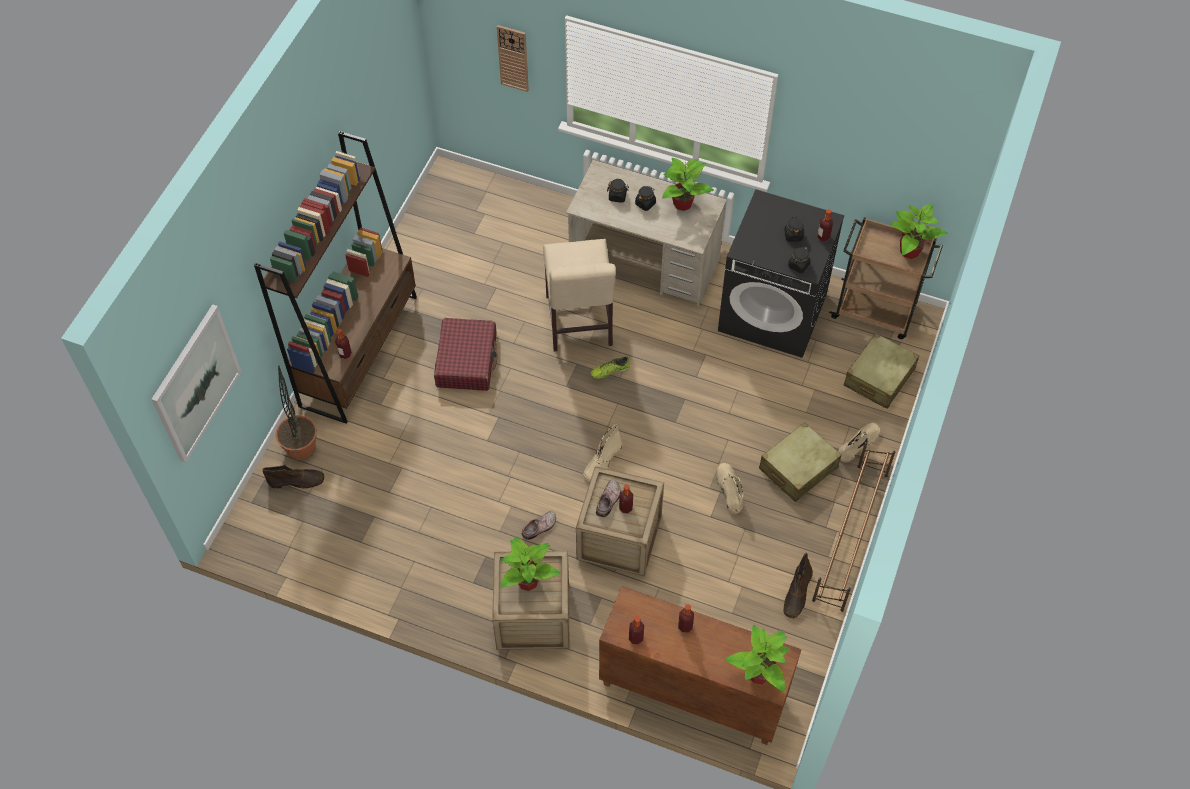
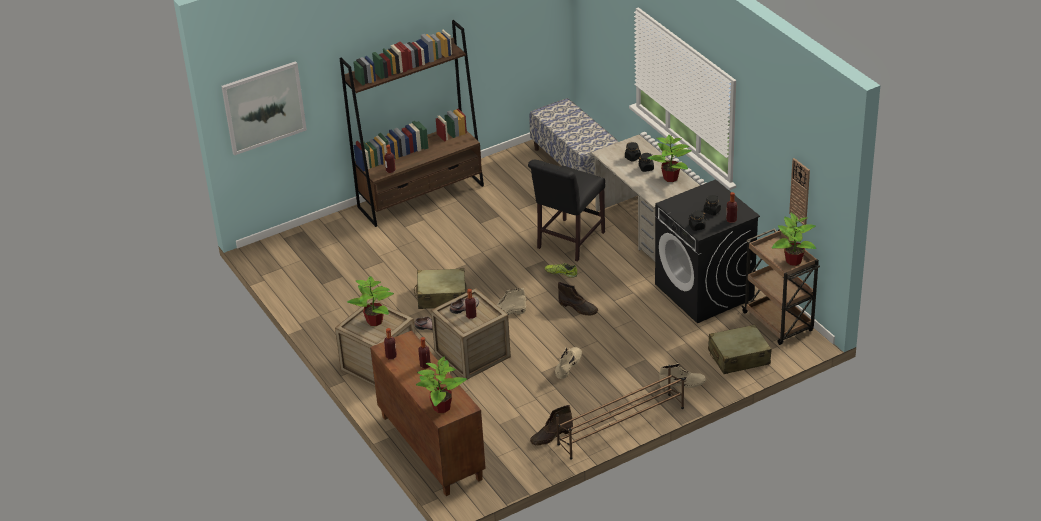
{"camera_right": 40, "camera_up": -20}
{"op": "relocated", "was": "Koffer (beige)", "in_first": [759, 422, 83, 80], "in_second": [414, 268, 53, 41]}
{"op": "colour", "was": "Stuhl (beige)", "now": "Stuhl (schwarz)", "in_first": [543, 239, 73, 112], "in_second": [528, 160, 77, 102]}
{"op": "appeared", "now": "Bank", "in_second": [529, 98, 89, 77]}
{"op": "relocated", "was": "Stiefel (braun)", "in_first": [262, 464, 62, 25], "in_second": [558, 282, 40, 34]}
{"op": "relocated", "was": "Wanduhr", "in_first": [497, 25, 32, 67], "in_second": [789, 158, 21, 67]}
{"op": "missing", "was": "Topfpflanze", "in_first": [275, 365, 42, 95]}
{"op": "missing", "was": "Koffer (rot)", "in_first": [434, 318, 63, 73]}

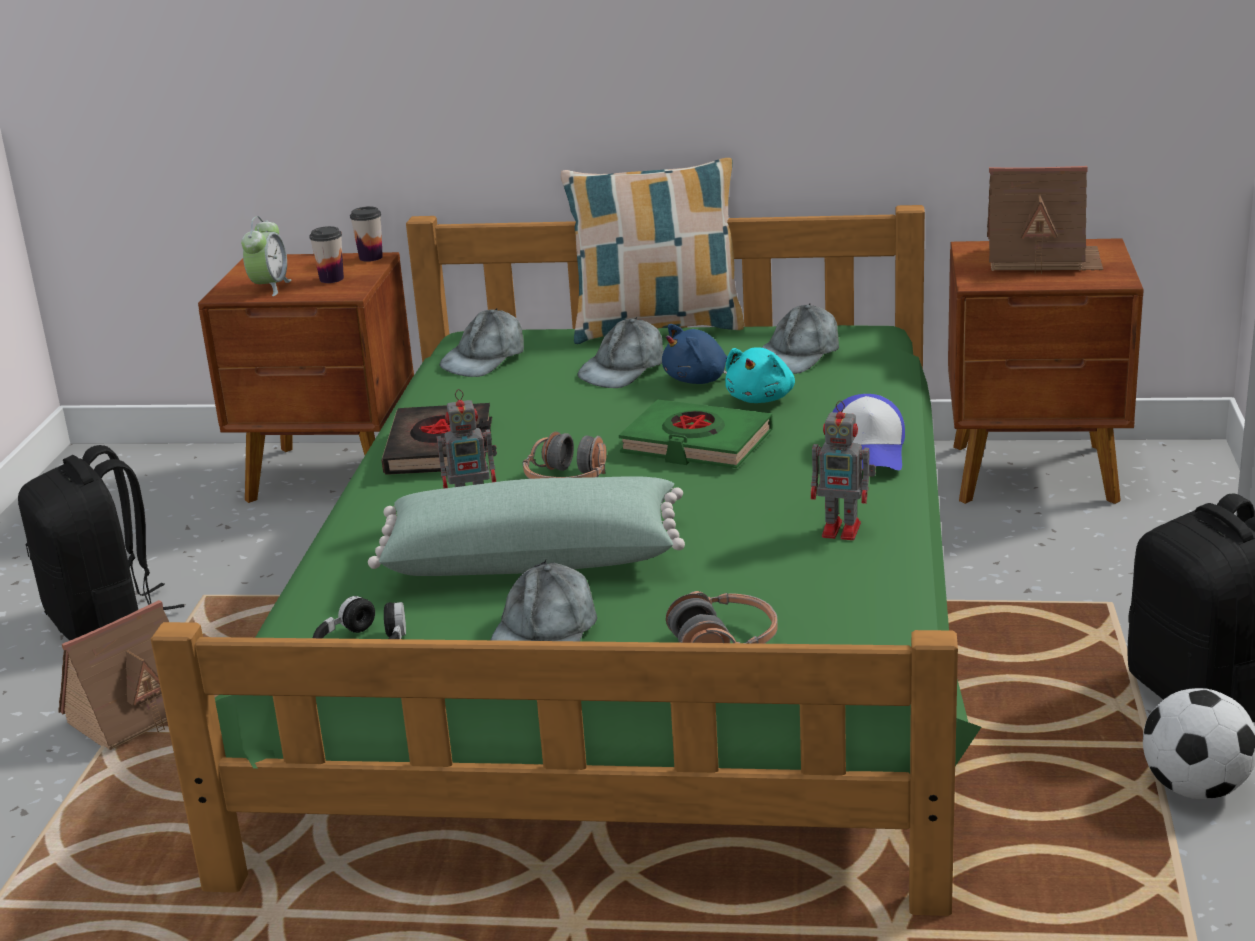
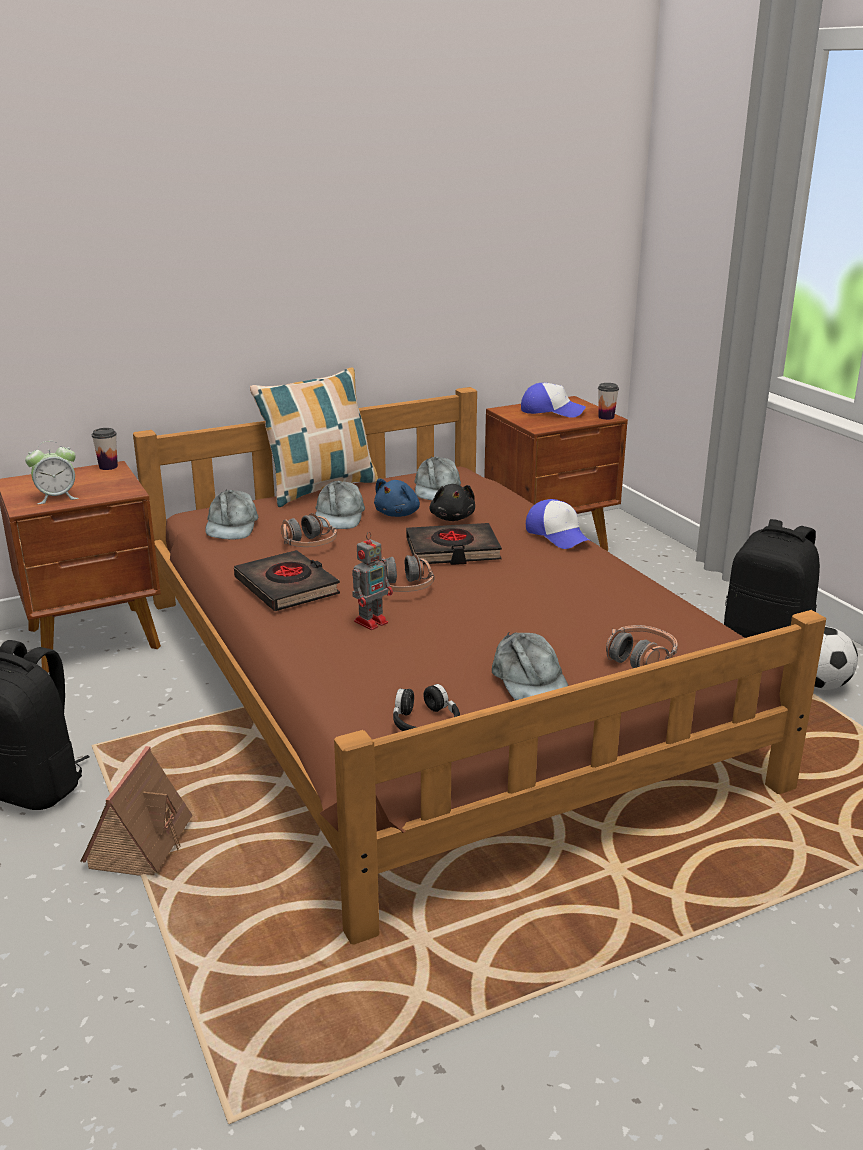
{"camera_right": -35, "camera_up": 0}
{"op": "spun", "was": "Wecker", "in_first": [241, 216, 51, 80], "in_second": [25, 441, 54, 63], "clockwise": 90}
{"op": "colour", "was": "Bett (grün)", "now": "Bett (braun)", "in_first": [151, 205, 830, 711], "in_second": [133, 387, 693, 558]}
{"op": "appeared", "now": "Kopfhörer", "in_second": [281, 513, 56, 34]}
{"op": "colour", "was": "Buch (grün)", "now": "Buch (schwarz)", "in_first": [619, 399, 154, 69], "in_second": [406, 523, 96, 42]}
{"op": "colour", "was": "Plüschtier (türkis)", "now": "Plüschtier (schwarz)", "in_first": [725, 347, 70, 56], "in_second": [430, 484, 45, 37]}
{"op": "exchanged", "was": "Spielzeughaus", "now": "Kappe", "in_first": [987, 166, 116, 108], "in_second": [521, 383, 65, 35]}
{"op": "relocated", "was": "Tasse", "in_first": [309, 226, 35, 57], "in_second": [598, 383, 21, 37]}
{"op": "missing", "was": "Kissen (grün)", "in_first": [368, 476, 317, 100]}
{"op": "missing", "was": "Spielzeugroboter", "in_first": [811, 400, 65, 140]}

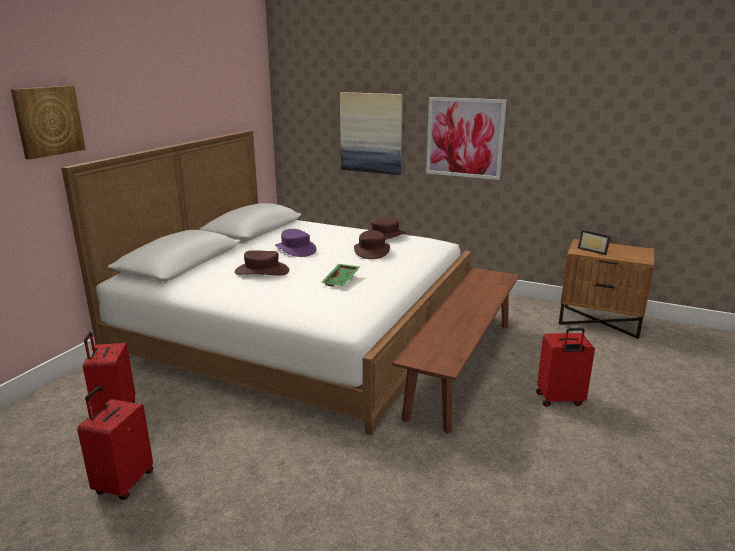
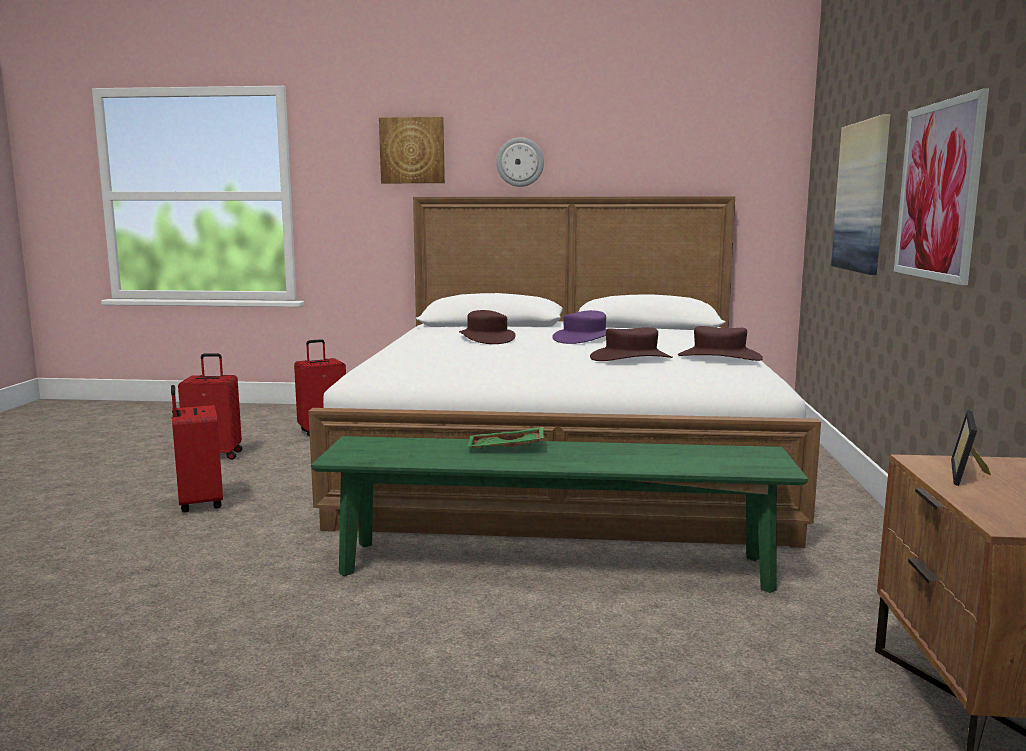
{"camera_right": 70, "camera_up": -10}
{"op": "relocated", "was": "Koffer (rot)", "in_first": [536, 328, 59, 79], "in_second": [171, 385, 52, 127]}
{"op": "colour", "was": "Bank (braun)", "now": "Bank (grün)", "in_first": [392, 268, 127, 166], "in_second": [311, 436, 497, 157]}
{"op": "relocated", "was": "Tablett (grün)", "in_first": [321, 264, 39, 23], "in_second": [467, 427, 77, 21]}
{"op": "appeared", "now": "Wanduhr", "in_second": [496, 137, 48, 50]}

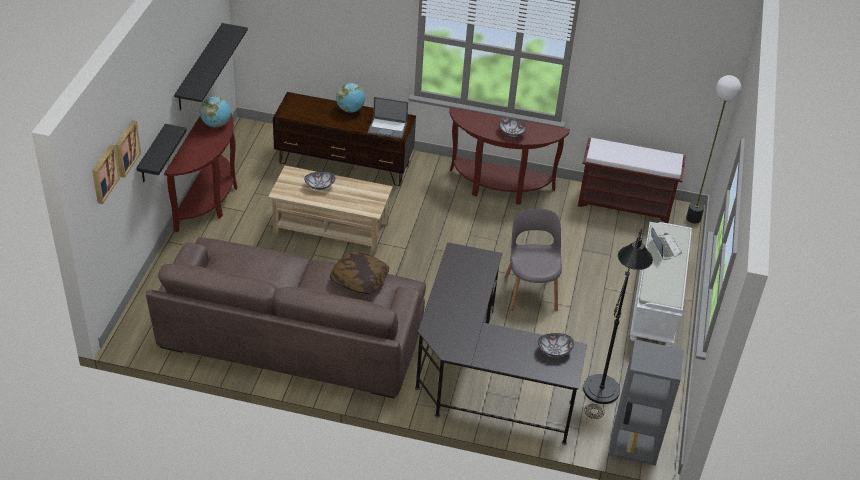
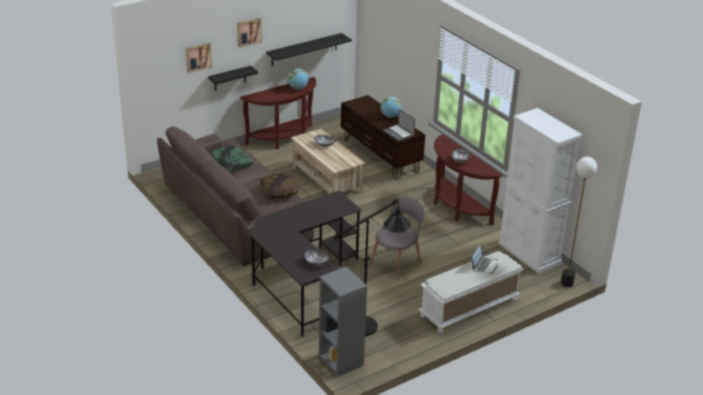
{"camera_right": 45, "camera_up": -10}
{"op": "appeared", "now": "Kissen", "in_second": [210, 145, 43, 27]}
{"op": "relocated", "was": "Bild", "in_first": [92, 145, 28, 59], "in_second": [237, 18, 25, 30]}
{"op": "exchanged", "was": "Bank (braun)", "now": "Schrank (weiß)", "in_first": [578, 138, 108, 85], "in_second": [498, 108, 84, 166]}

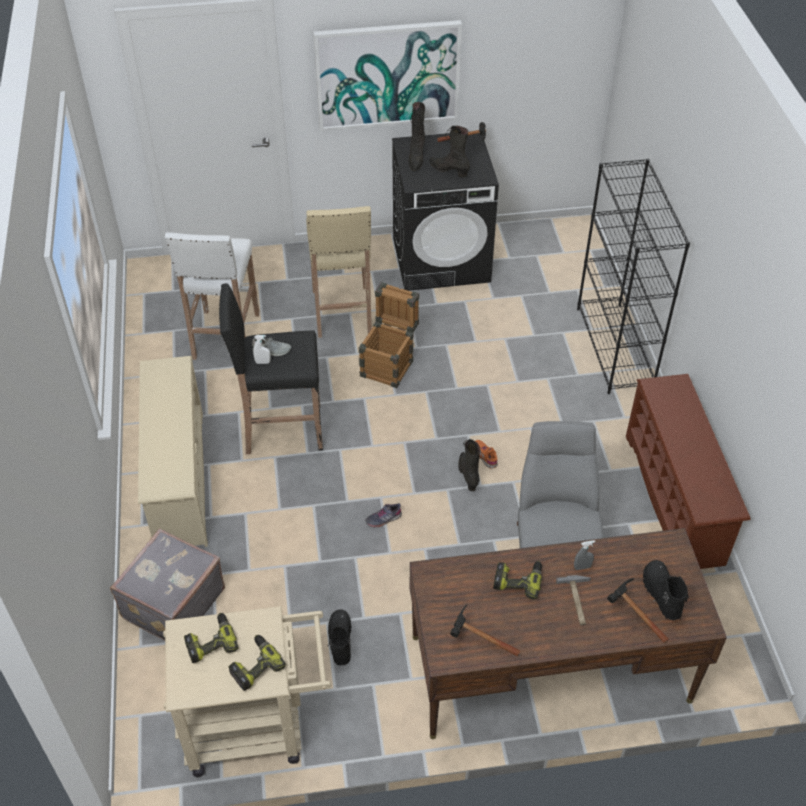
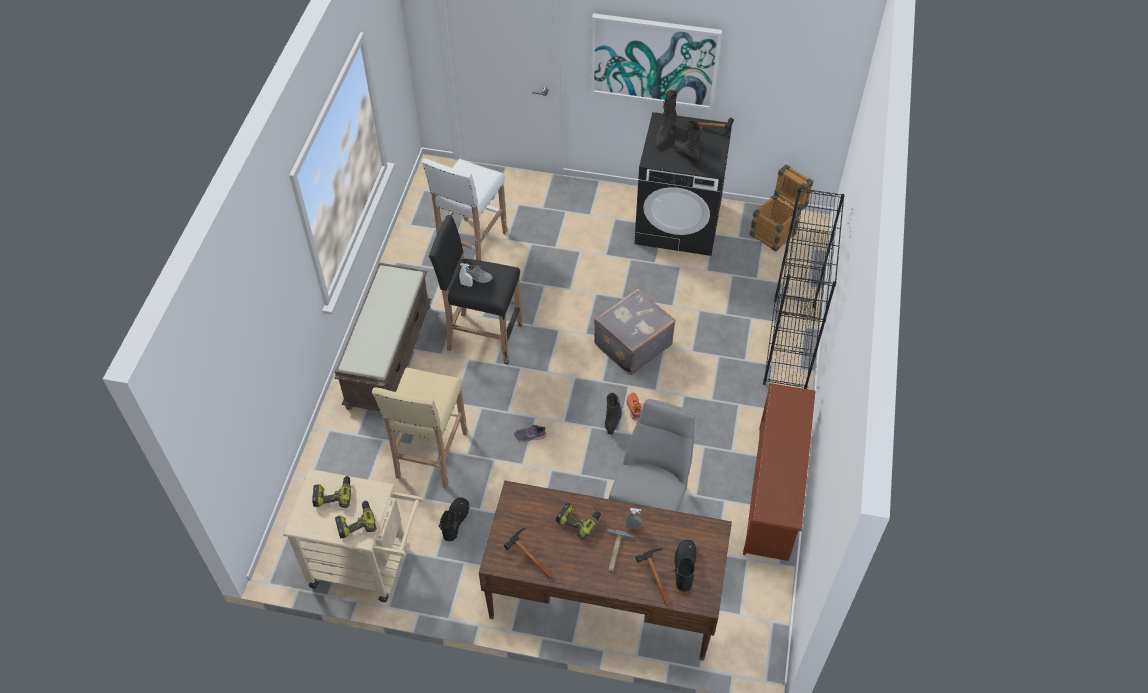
{"camera_right": 20, "camera_up": 5}
{"op": "exchanged", "was": "Schuhregal (beige)", "now": "Bank (braun)", "in_first": [138, 356, 70, 191], "in_second": [334, 263, 97, 148]}
{"op": "relocated", "was": "Hocker (beige)", "in_first": [306, 206, 66, 132], "in_second": [372, 367, 96, 122]}
{"op": "relocated", "was": "Koffer (grau)", "in_first": [110, 528, 115, 112], "in_second": [594, 288, 82, 87]}
{"op": "relocated", "was": "Kiste", "in_first": [359, 282, 60, 106], "in_second": [750, 164, 63, 88]}

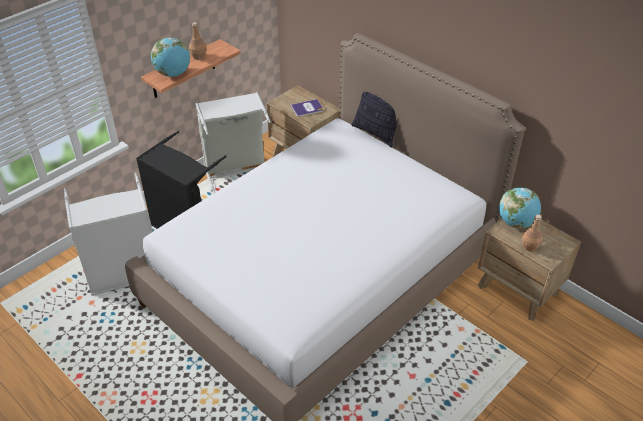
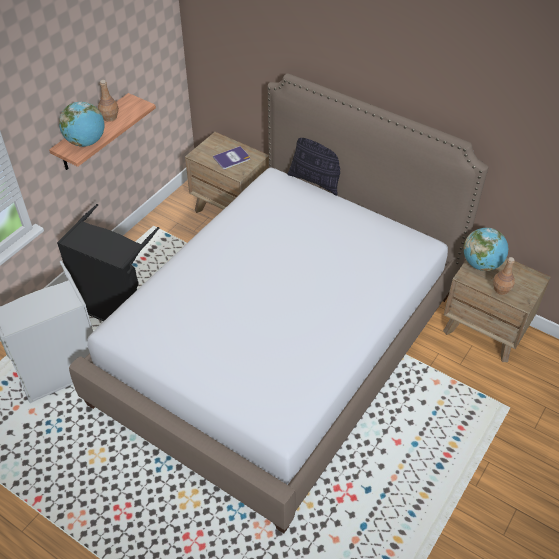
{"camera_right": -10, "camera_up": 5}
{"op": "missing", "was": "Wäschekorb (grau)", "in_first": [196, 92, 75, 102]}

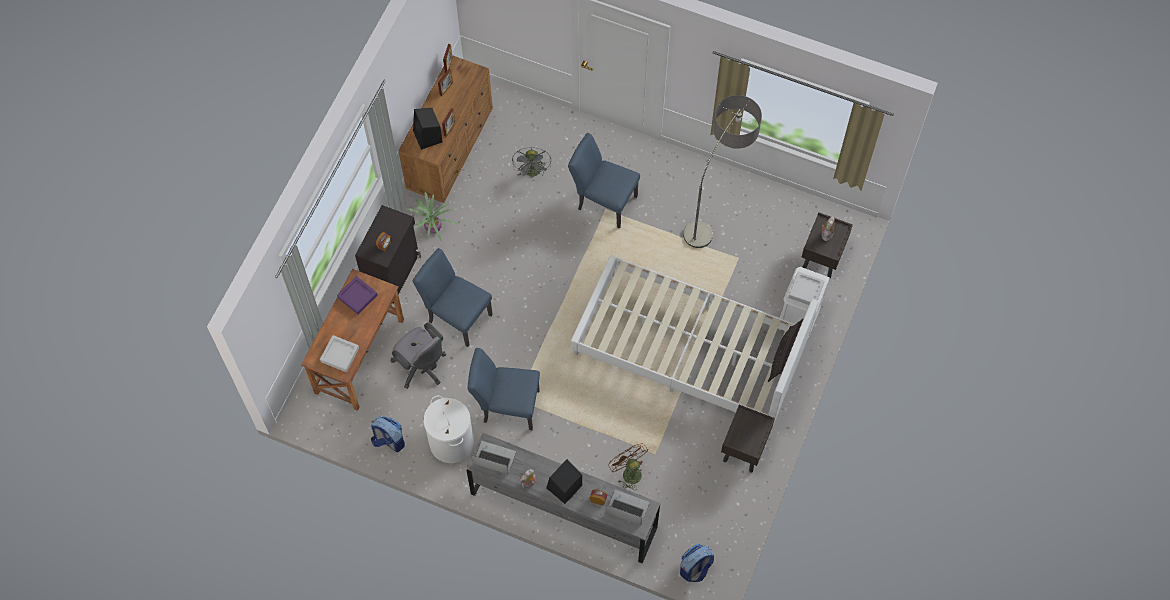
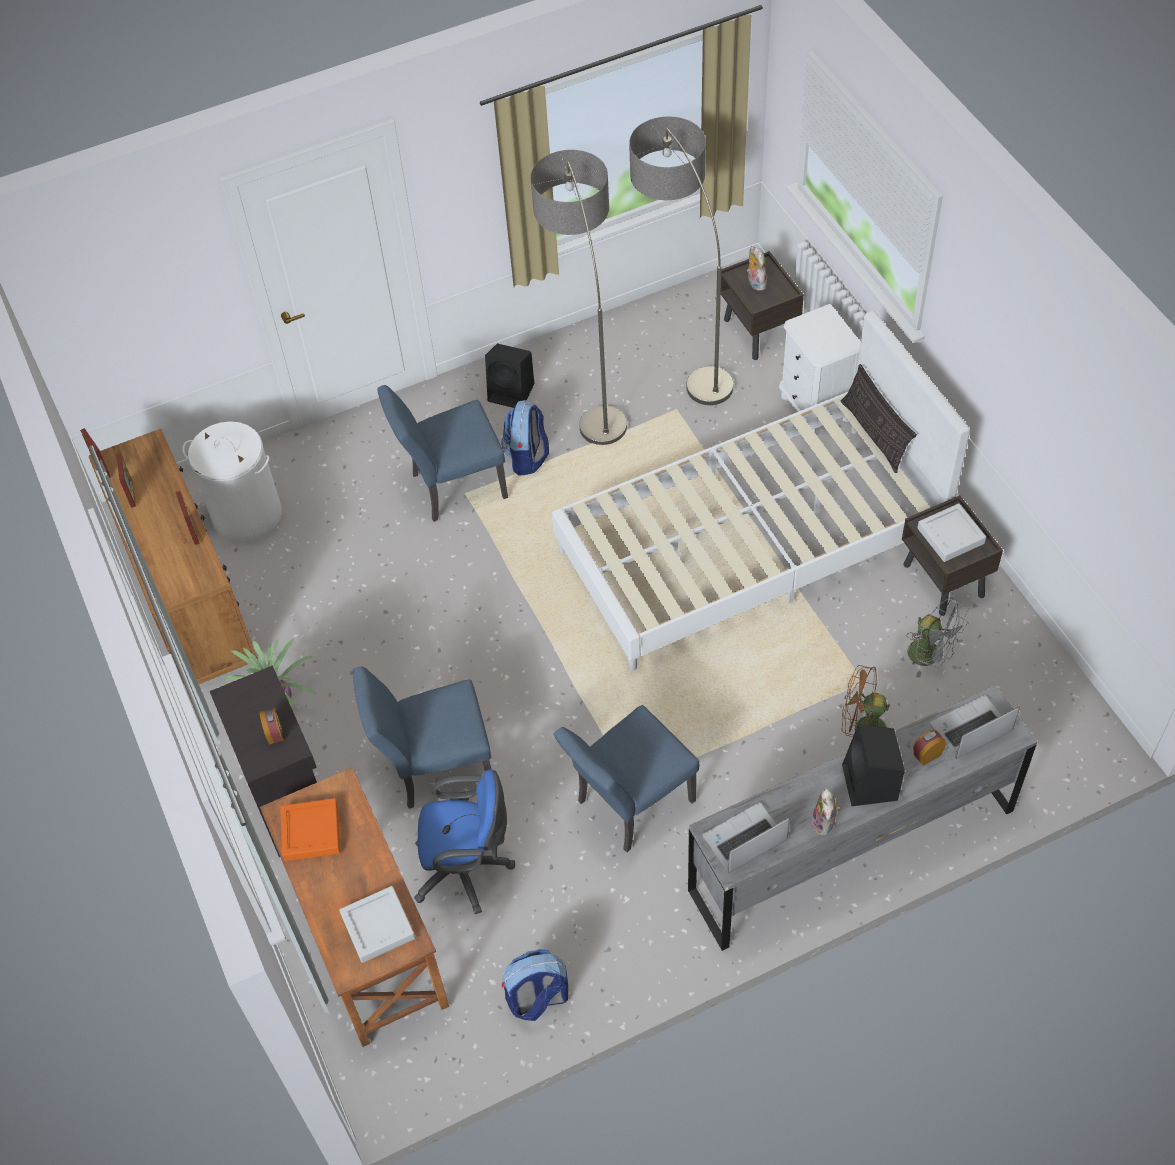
{"camera_right": -45, "camera_up": -10}
{"op": "relocated", "was": "Wäschekorb (weiß)", "in_first": [423, 396, 51, 67], "in_second": [182, 421, 100, 121]}
{"op": "colour", "was": "Tablett (lila)", "now": "Tablett (orange)", "in_first": [337, 276, 41, 39], "in_second": [280, 798, 60, 63]}
{"op": "colour", "was": "Bürostuhl (grau)", "now": "Bürostuhl (blau)", "in_first": [390, 323, 56, 66], "in_second": [414, 769, 101, 145]}
{"op": "relocated", "was": "Lautsprecher (schwarz)", "in_first": [413, 108, 30, 42], "in_second": [485, 344, 49, 64]}
{"op": "relocated", "was": "Rucksack", "in_first": [680, 544, 34, 38], "in_second": [501, 400, 48, 75]}
{"op": "appeared", "now": "Stehlampe", "in_second": [629, 117, 104, 288]}
{"op": "relocated", "was": "Ventilator (grau)", "in_first": [512, 147, 39, 31], "in_second": [907, 597, 62, 81]}
{"op": "relocated", "was": "Tablett (grau)", "in_first": [788, 271, 37, 34], "in_second": [917, 503, 69, 59]}

